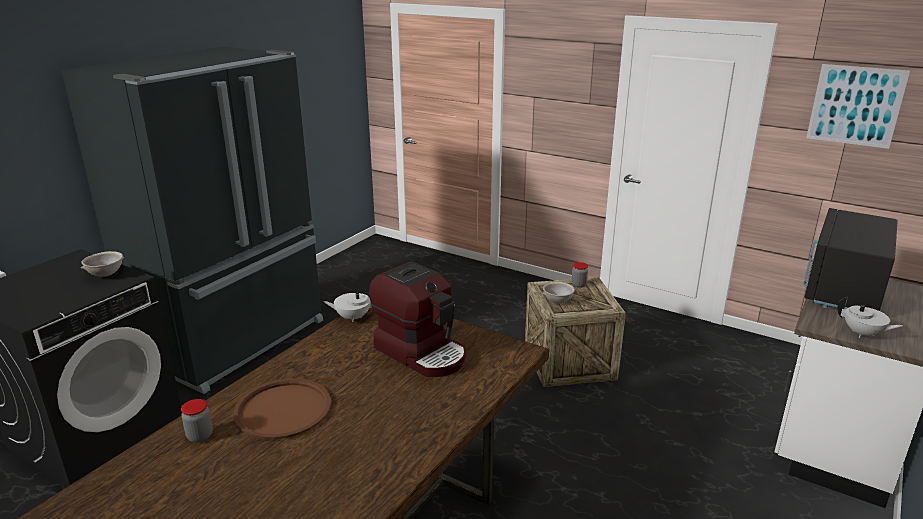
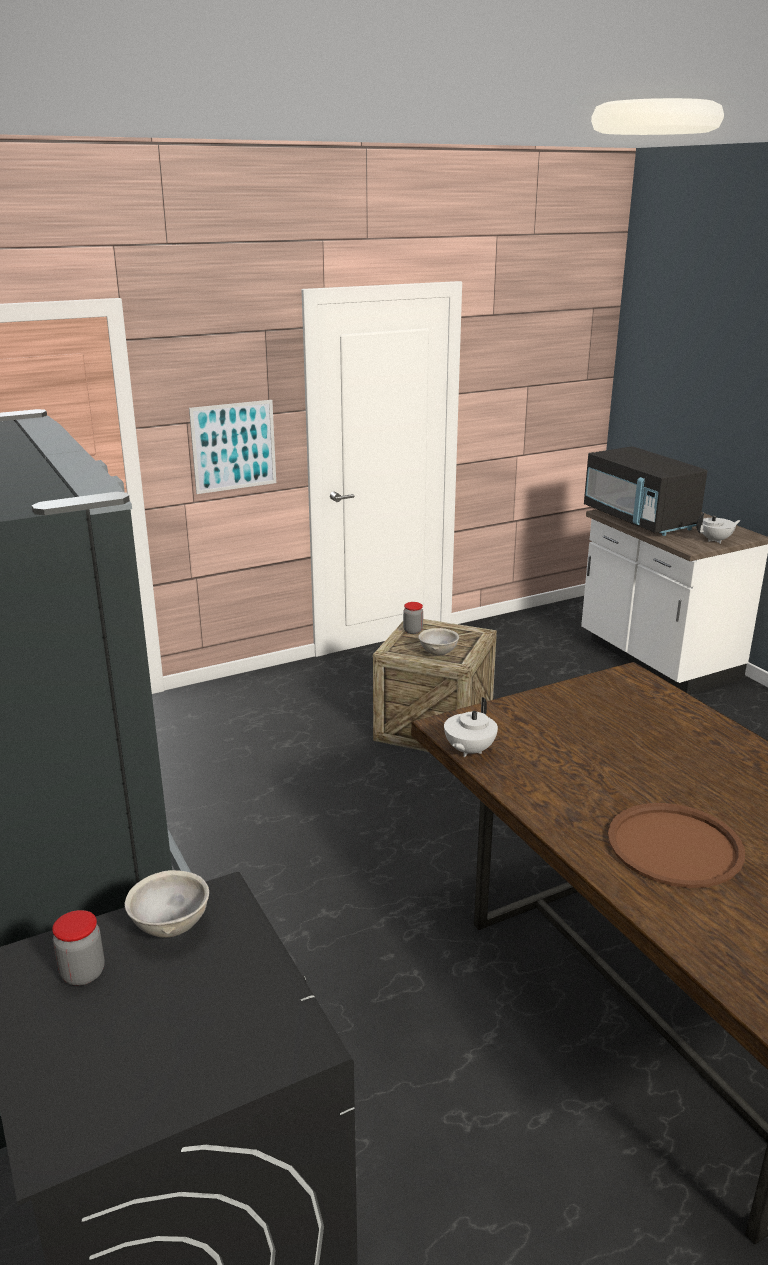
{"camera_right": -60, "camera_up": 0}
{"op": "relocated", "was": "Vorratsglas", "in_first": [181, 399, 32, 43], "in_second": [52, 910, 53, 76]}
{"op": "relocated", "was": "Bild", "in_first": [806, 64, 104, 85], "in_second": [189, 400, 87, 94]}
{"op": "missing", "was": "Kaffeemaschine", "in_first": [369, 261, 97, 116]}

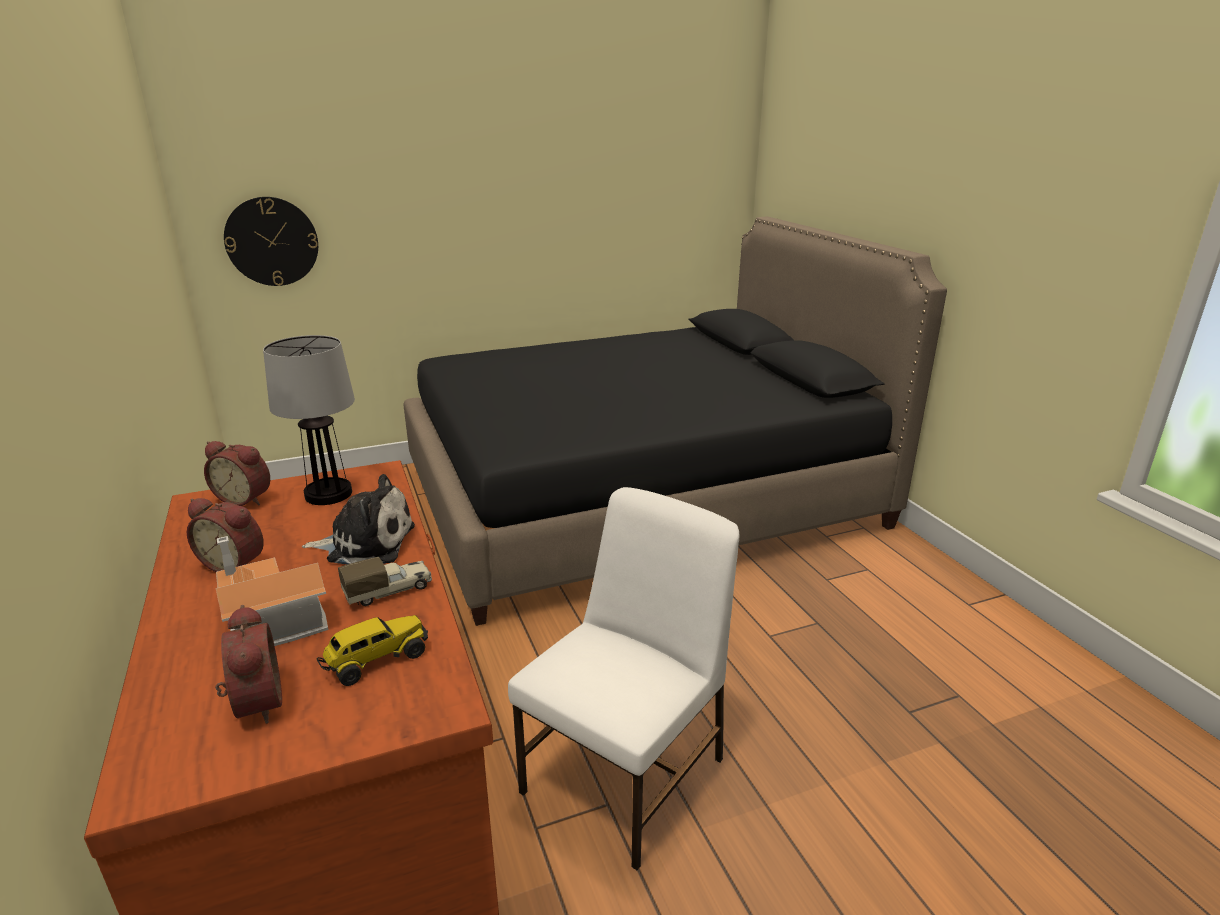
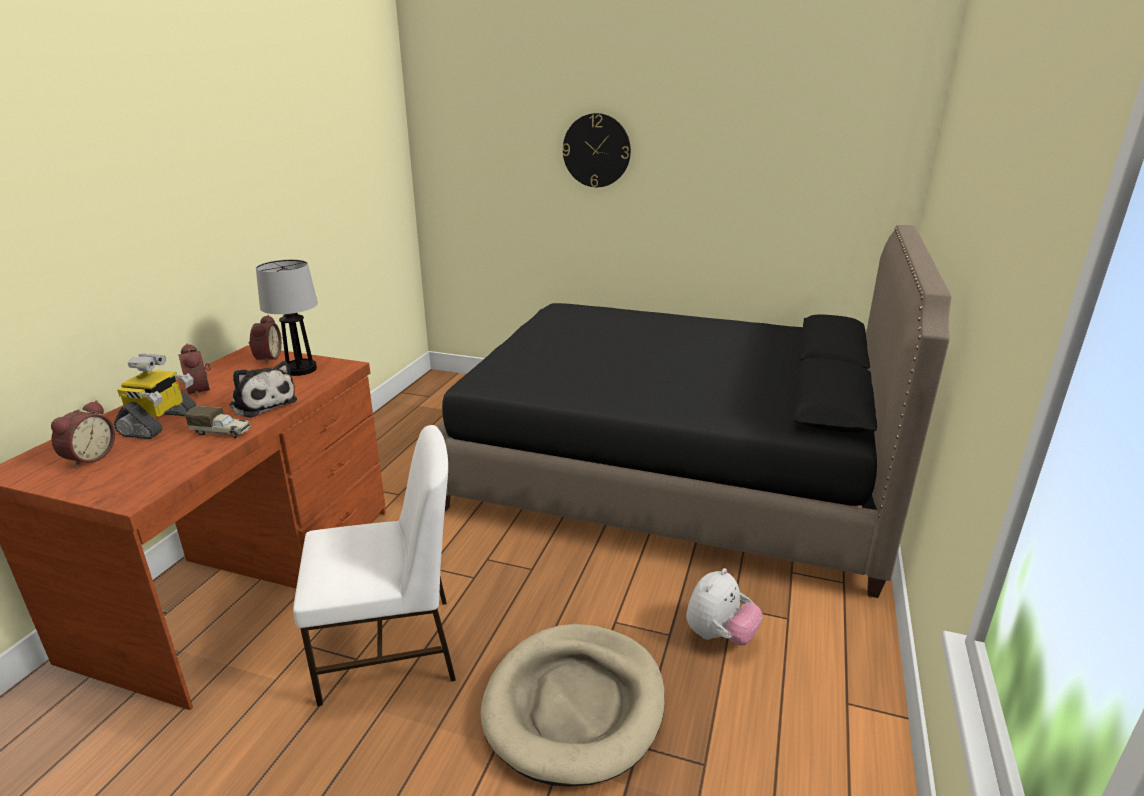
{"camera_right": 40, "camera_up": 0}
{"op": "exchanged", "was": "Spielzeughaus", "now": "Spielzeugroboter", "in_first": [216, 536, 112, 110], "in_second": [114, 354, 83, 85]}
{"op": "spun", "was": "Wecker", "in_first": [204, 441, 66, 65], "in_second": [249, 315, 33, 49], "clockwise": -150}
{"op": "appeared", "now": "Hundebett (beige)", "in_second": [480, 624, 185, 162]}
{"op": "relocated", "was": "Wanduhr", "in_first": [224, 197, 94, 89], "in_second": [562, 113, 69, 74]}
{"op": "appeared", "now": "Plüschtier", "in_second": [686, 568, 77, 77]}
{"op": "missing", "was": "Spielzeuglaster", "in_first": [316, 615, 112, 71]}

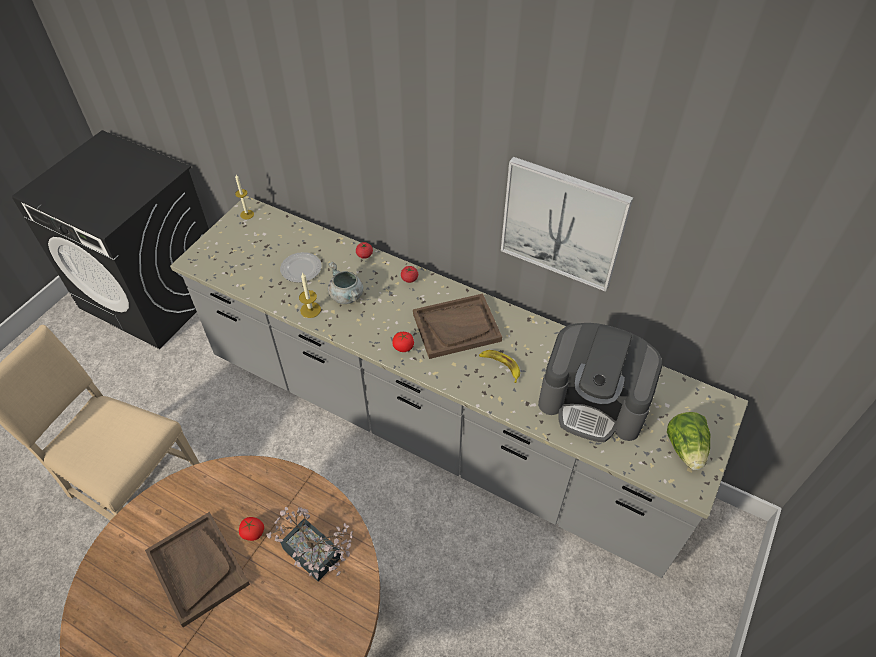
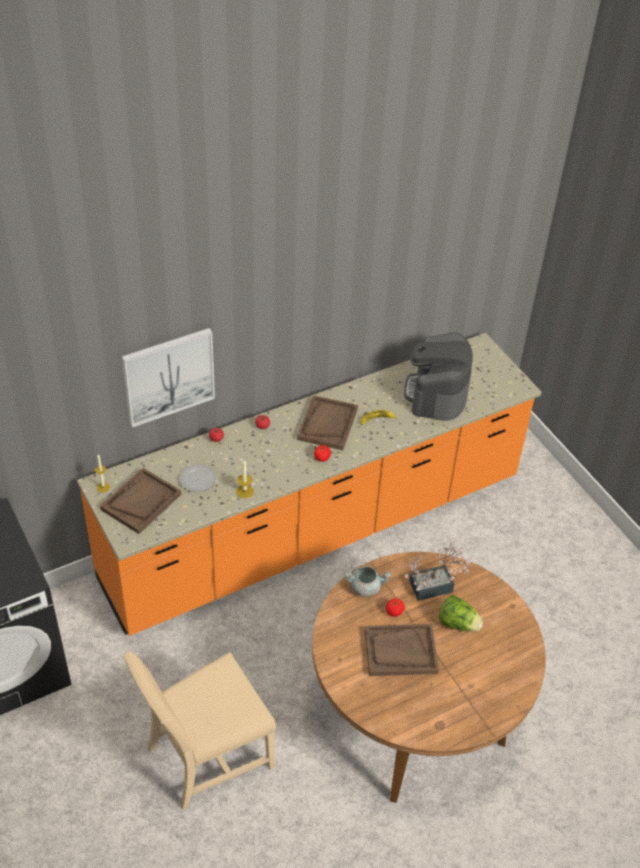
{"camera_right": -60, "camera_up": -5}
{"op": "colour", "was": "Küchenzeile (grau)", "now": "Küchenzeile (orange)", "in_first": [170, 196, 578, 382], "in_second": [77, 333, 465, 303]}
{"op": "appeared", "now": "Tablett (braun)", "in_second": [100, 468, 81, 66]}
{"op": "relocated", "was": "Bild", "in_first": [501, 157, 132, 135], "in_second": [122, 328, 93, 100]}
{"op": "relocated", "was": "Kochtopf (grau)", "in_first": [328, 262, 35, 42], "in_second": [344, 566, 47, 31]}
{"op": "spun", "was": "Kaffeemaschine", "in_first": [538, 323, 125, 119], "in_second": [404, 332, 69, 89], "clockwise": 135}
{"op": "relocated", "was": "Salatkopf", "in_first": [667, 412, 44, 58], "in_second": [439, 595, 44, 37]}

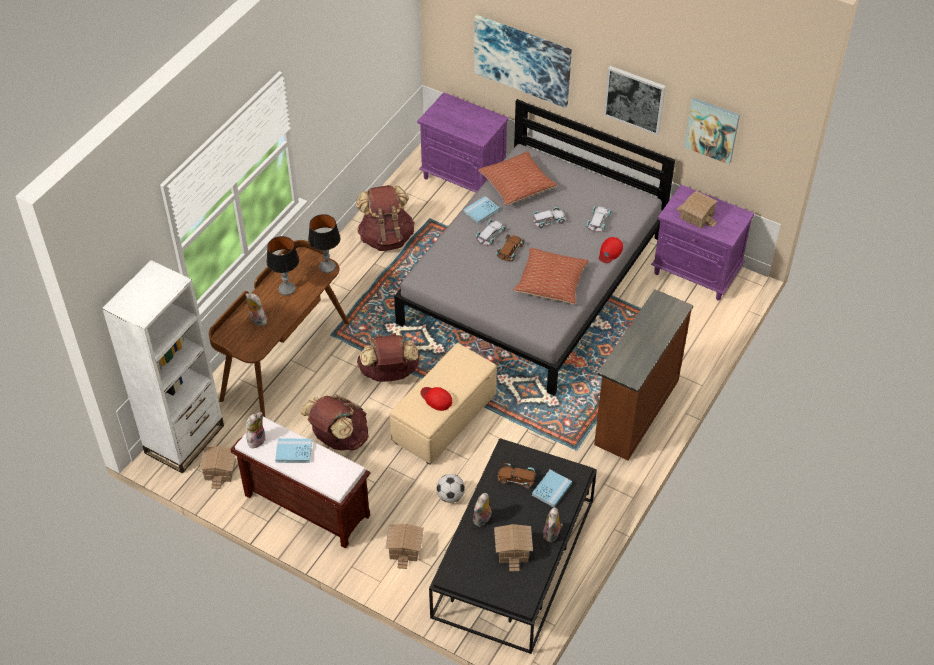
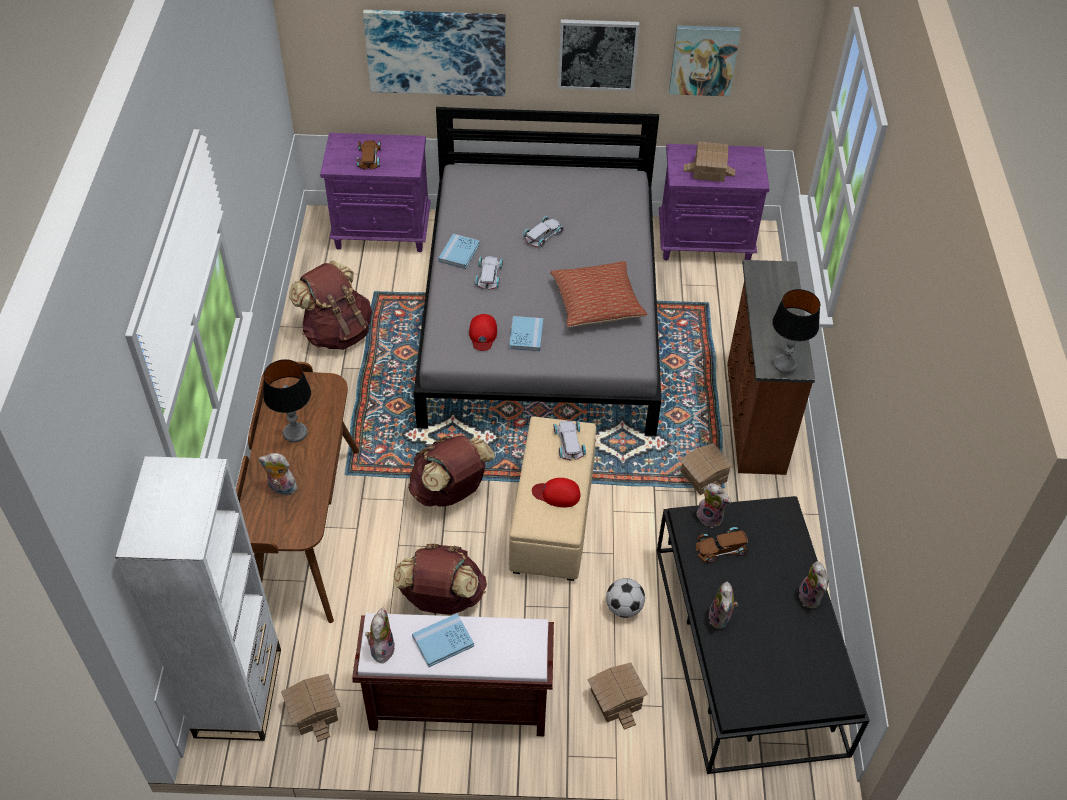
{"camera_right": -30, "camera_up": 0}
{"op": "relocated", "was": "Spielzeugauto (braun)", "in_first": [496, 234, 28, 27], "in_second": [357, 140, 24, 30]}
{"op": "relocated", "was": "Kappe (rot)", "in_first": [599, 237, 24, 26], "in_second": [469, 314, 28, 37]}
{"op": "relocated", "was": "Buch (blau)", "in_first": [532, 470, 40, 37], "in_second": [509, 316, 34, 35]}
{"op": "relocated", "was": "Spielzeugauto (weiß)", "in_first": [586, 206, 25, 26], "in_second": [554, 420, 32, 41]}
{"op": "relocated", "was": "Spielzeughaus", "in_first": [494, 524, 39, 48], "in_second": [680, 443, 53, 52]}
{"op": "appeared", "now": "Plüschtier", "in_second": [696, 483, 36, 45]}
{"op": "relocated", "was": "Tischlampe", "in_first": [308, 214, 33, 59], "in_second": [772, 289, 48, 84]}
{"op": "missing", "was": "Kissen", "in_first": [478, 151, 79, 55]}

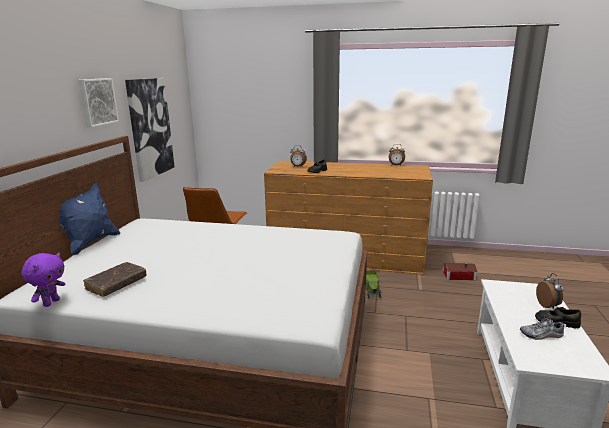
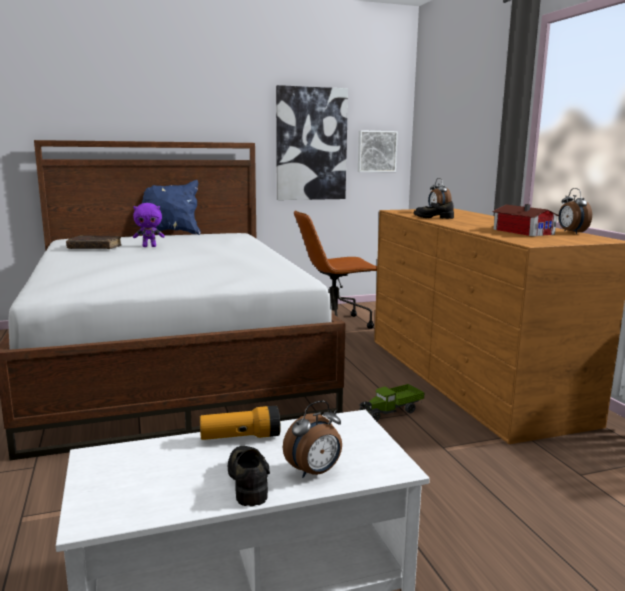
{"camera_right": 60, "camera_up": -5}
{"op": "relocated", "was": "Plüschtier (lila)", "in_first": [21, 253, 44, 54], "in_second": [133, 203, 32, 44]}
{"op": "appeared", "now": "Taschenlampe", "in_second": [200, 406, 81, 34]}
{"op": "relocated", "was": "Bild", "in_first": [78, 78, 41, 49], "in_second": [358, 130, 40, 42]}
{"op": "relocated", "was": "Spielzeughaus", "in_first": [443, 263, 35, 17], "in_second": [492, 204, 67, 32]}
{"op": "missing", "was": "Schuh", "in_first": [520, 315, 44, 25]}

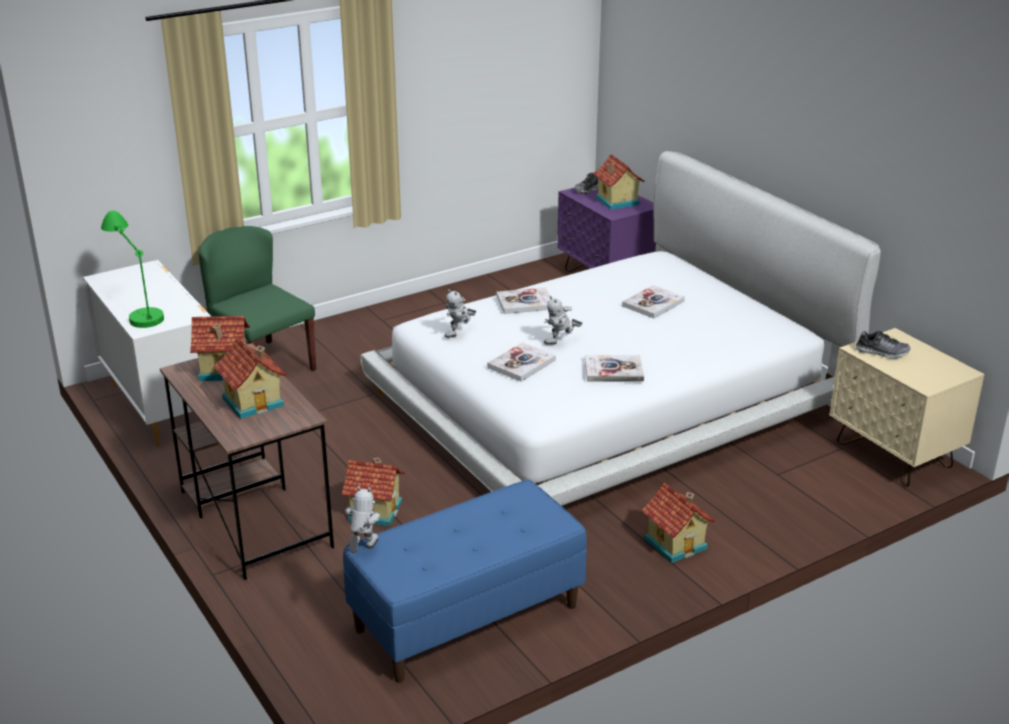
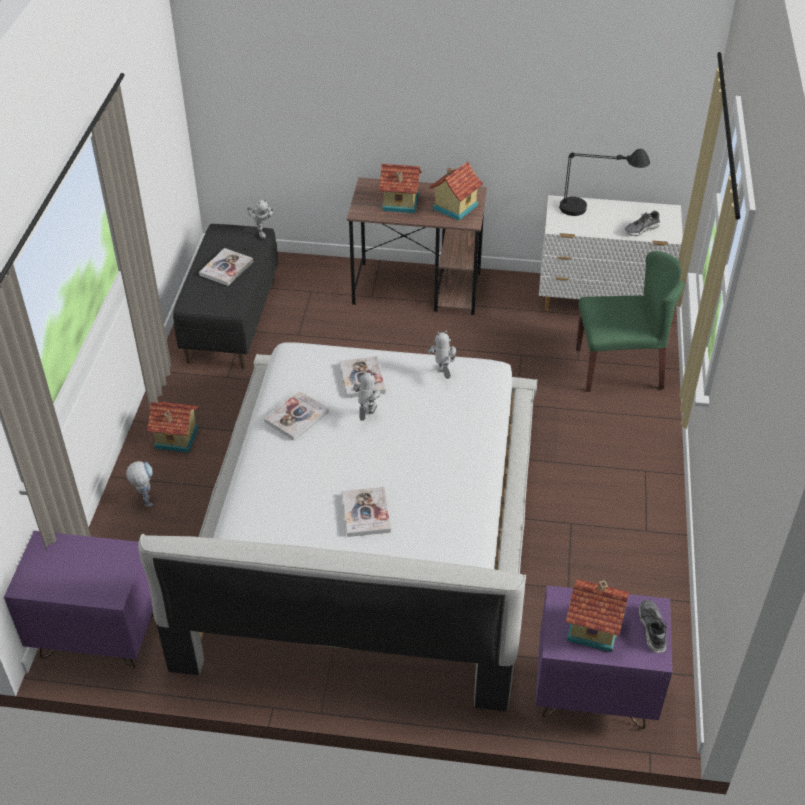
{"camera_right": 130, "camera_up": 15}
{"op": "colour", "was": "Nachttisch (beige)", "now": "Nachttisch (lila)", "in_first": [829, 328, 155, 159], "in_second": [4, 531, 149, 138]}
{"op": "appeared", "now": "Spielzeugroboter", "in_second": [126, 461, 27, 46]}
{"op": "colour", "was": "Bank (blau)", "now": "Bank (schwarz)", "in_first": [343, 480, 244, 203], "in_second": [173, 224, 105, 145]}
{"op": "relocated", "was": "Buch", "in_first": [496, 287, 55, 27], "in_second": [199, 248, 54, 38]}
{"op": "colour", "was": "Tischlampe (grün)", "now": "Tischlampe (schwarz)", "in_first": [101, 210, 63, 118], "in_second": [559, 149, 91, 67]}
{"op": "relocated", "was": "Schuh", "in_first": [855, 331, 56, 28], "in_second": [625, 210, 35, 26]}
{"op": "missing", "was": "Spielzeughaus", "in_first": [342, 458, 63, 69]}

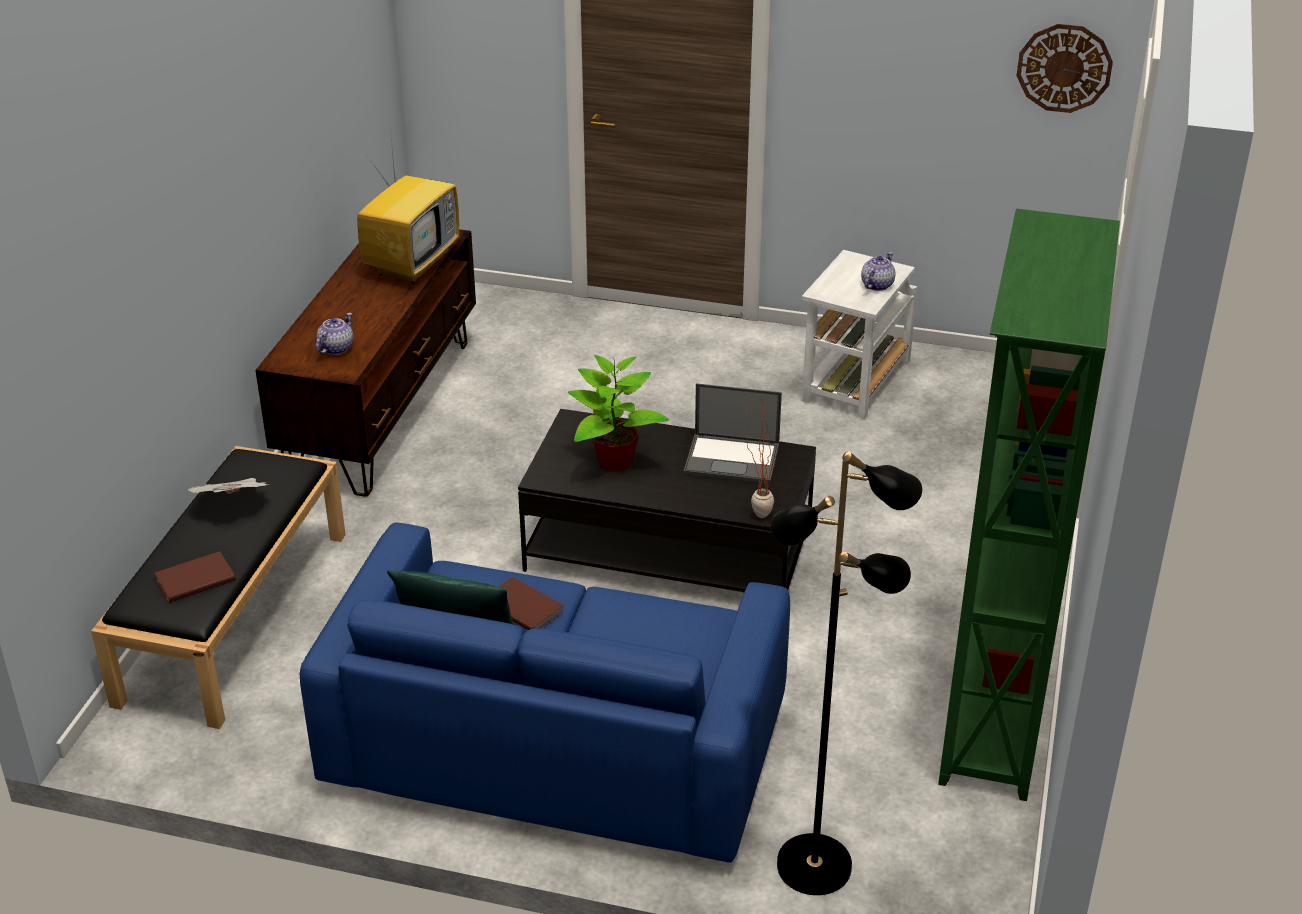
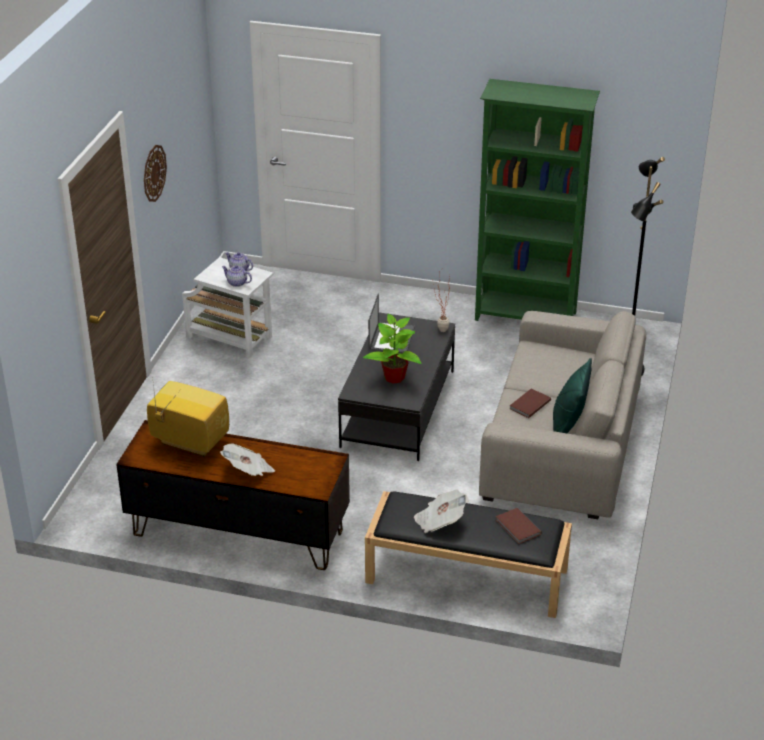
{"camera_right": -90, "camera_up": 0}
{"op": "relocated", "was": "Wanduhr", "in_first": [1017, 24, 96, 89], "in_second": [144, 145, 23, 57]}
{"op": "appeared", "now": "Zeitung", "in_second": [220, 443, 55, 33]}
{"op": "relocated", "was": "Teekanne", "in_first": [316, 313, 37, 42], "in_second": [222, 265, 30, 22]}
{"op": "colour", "was": "Sofa (blau)", "now": "Sofa (beige)", "in_first": [300, 522, 490, 341], "in_second": [479, 311, 167, 208]}

